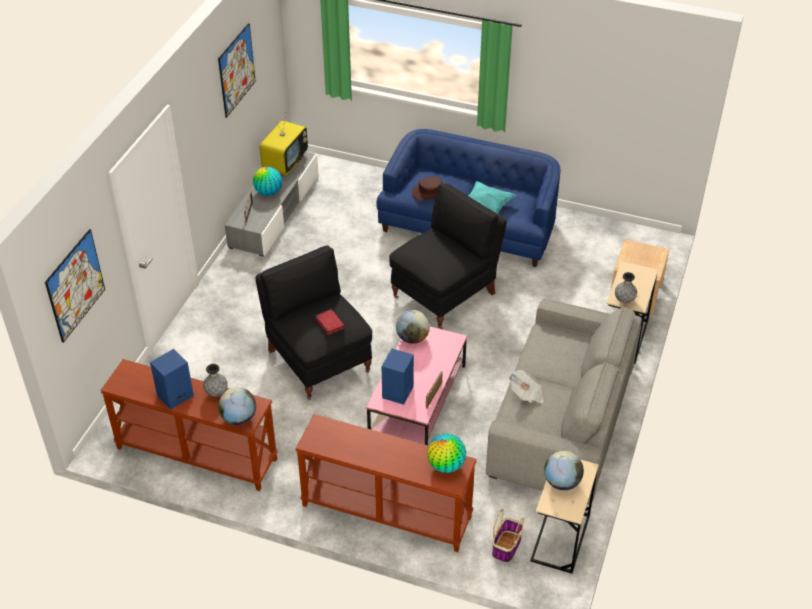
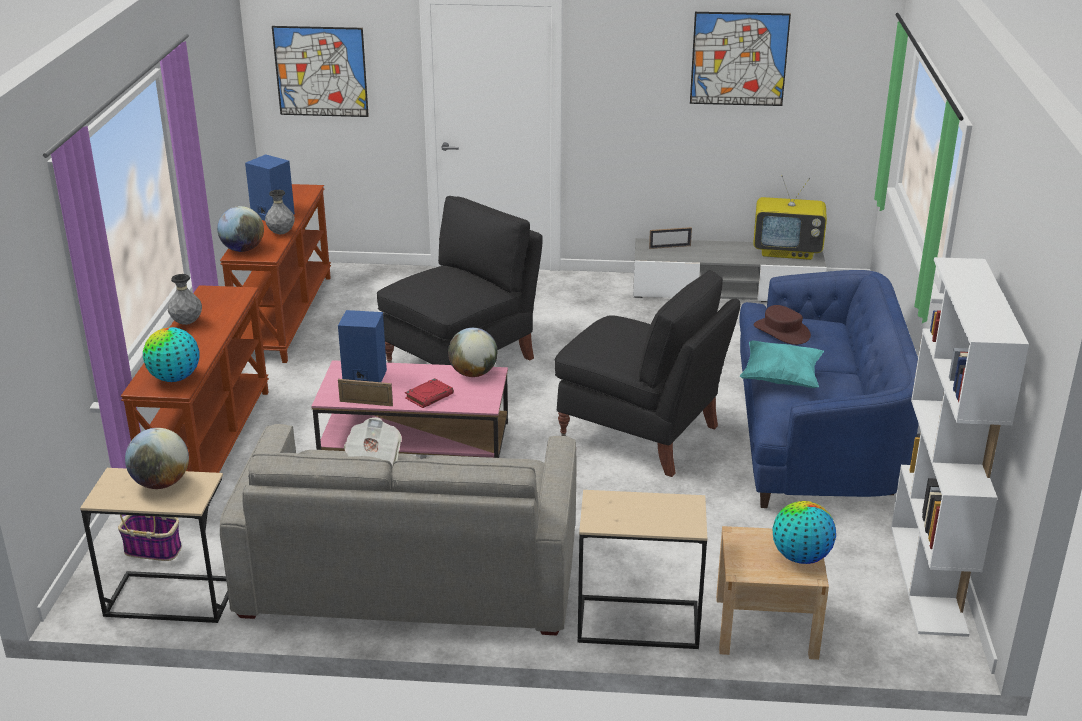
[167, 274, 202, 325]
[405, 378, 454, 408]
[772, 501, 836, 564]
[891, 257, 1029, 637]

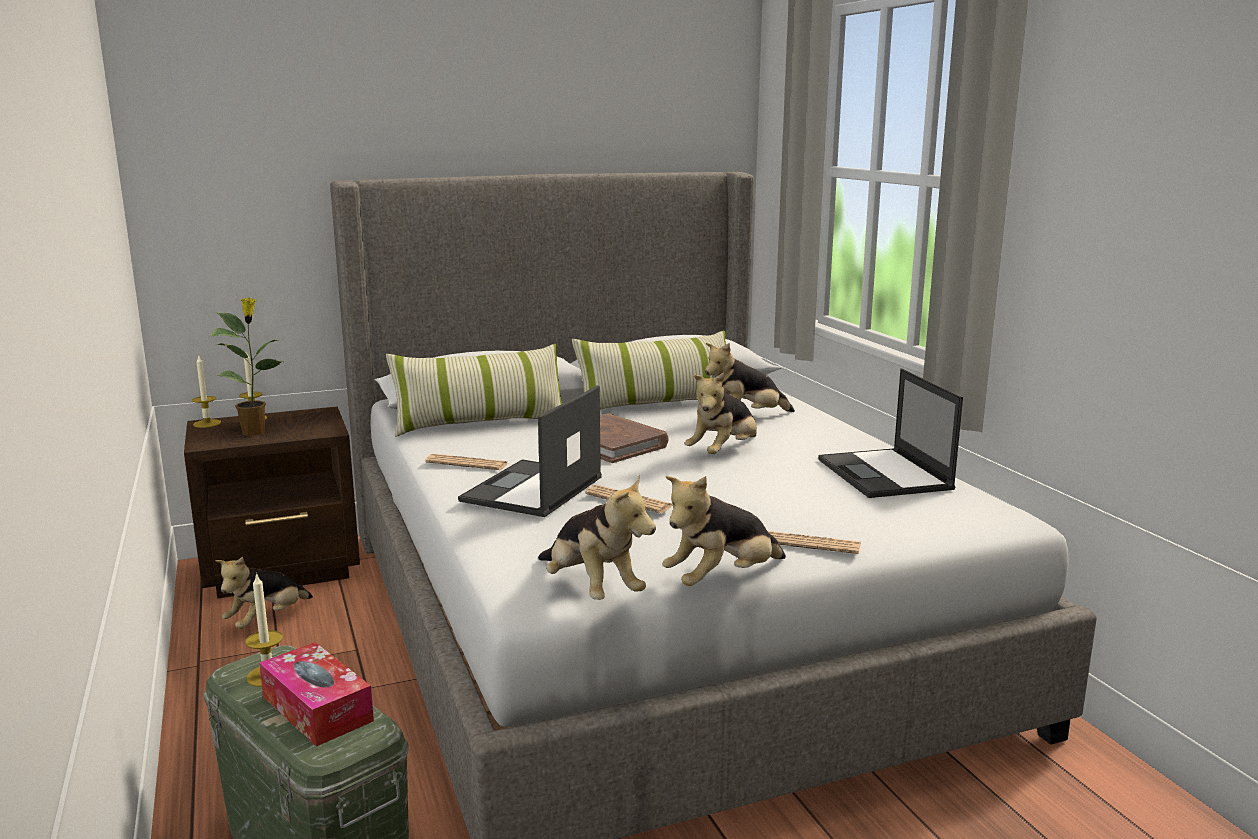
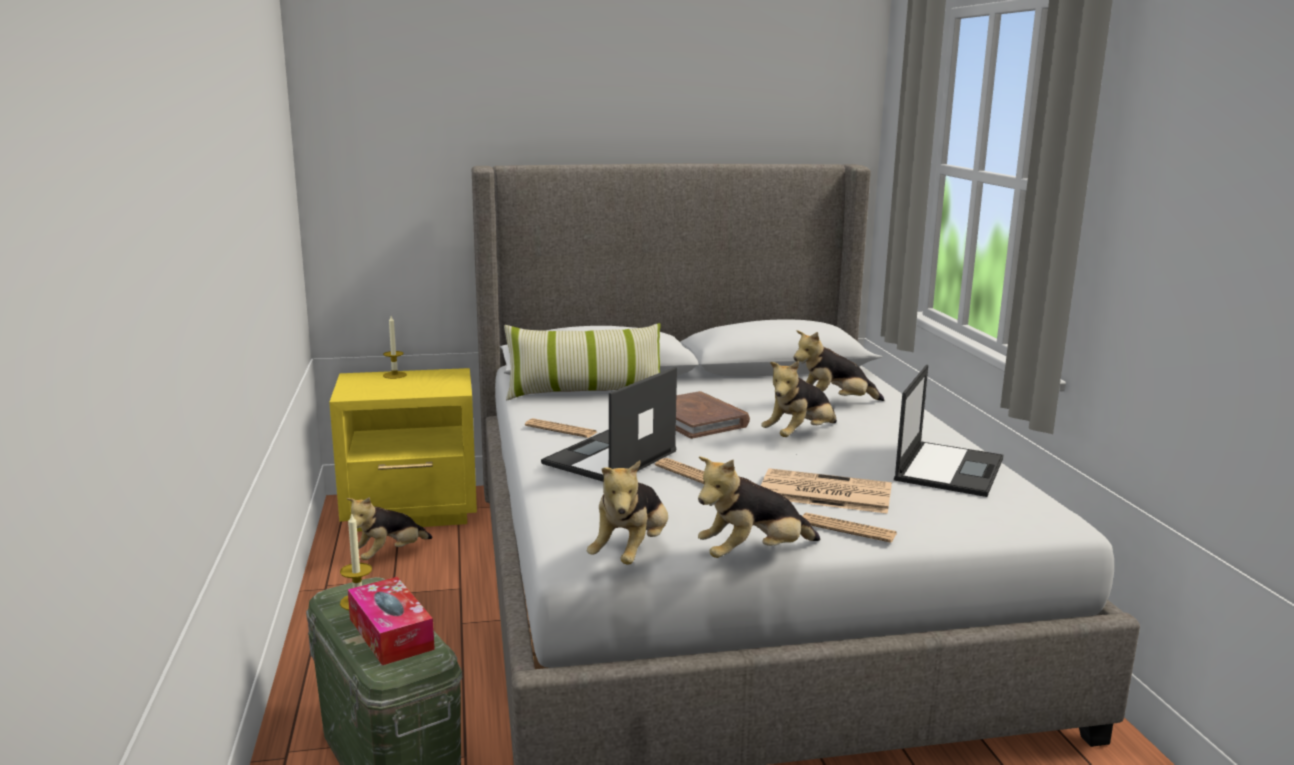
[329, 368, 477, 532]
[587, 460, 668, 565]
[761, 468, 892, 514]
[894, 365, 1003, 497]
[192, 355, 221, 428] (first image)
[210, 298, 283, 436] (first image)
[572, 330, 731, 410] (first image)

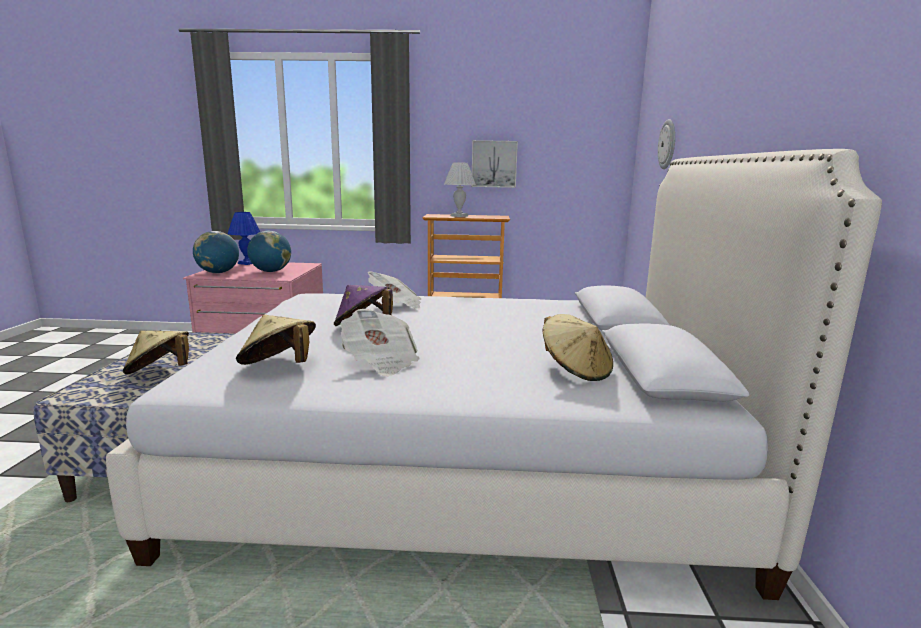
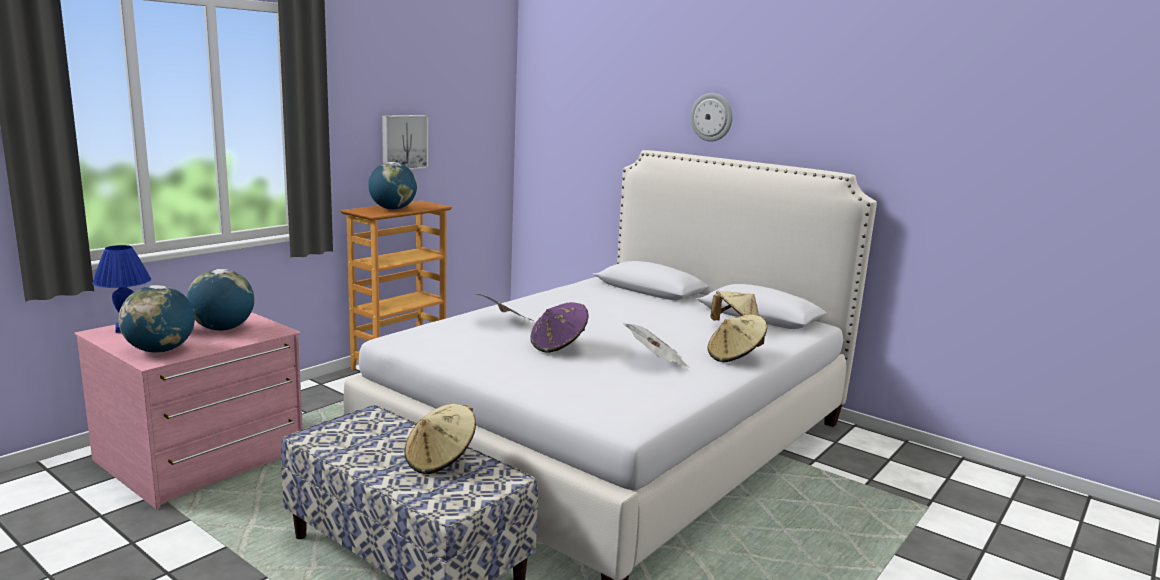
[368, 162, 417, 210]
[690, 93, 733, 142]
[707, 315, 767, 362]

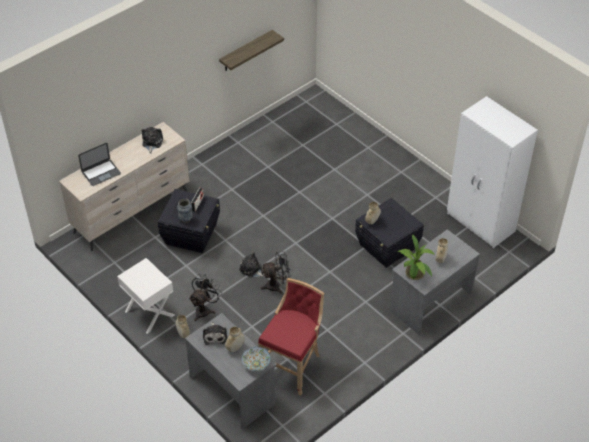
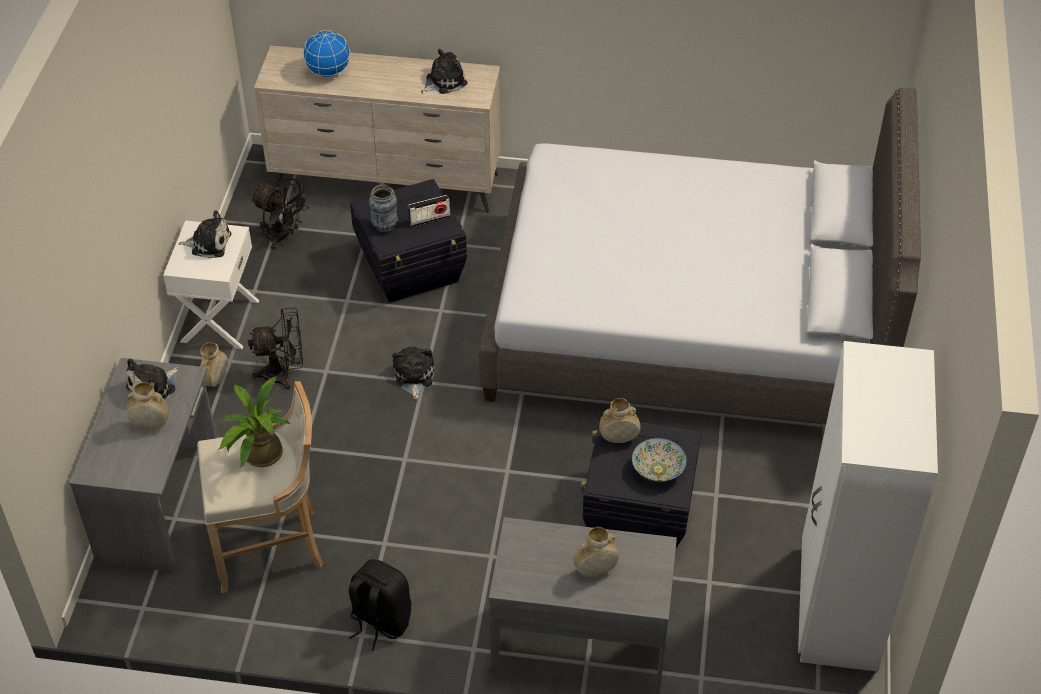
[179, 210, 231, 258]
[197, 381, 323, 593]
[218, 376, 290, 468]
[251, 178, 310, 250]
[303, 30, 350, 77]
[349, 559, 411, 651]
[479, 88, 921, 424]
[632, 438, 687, 482]
[219, 30, 284, 71] (first image)

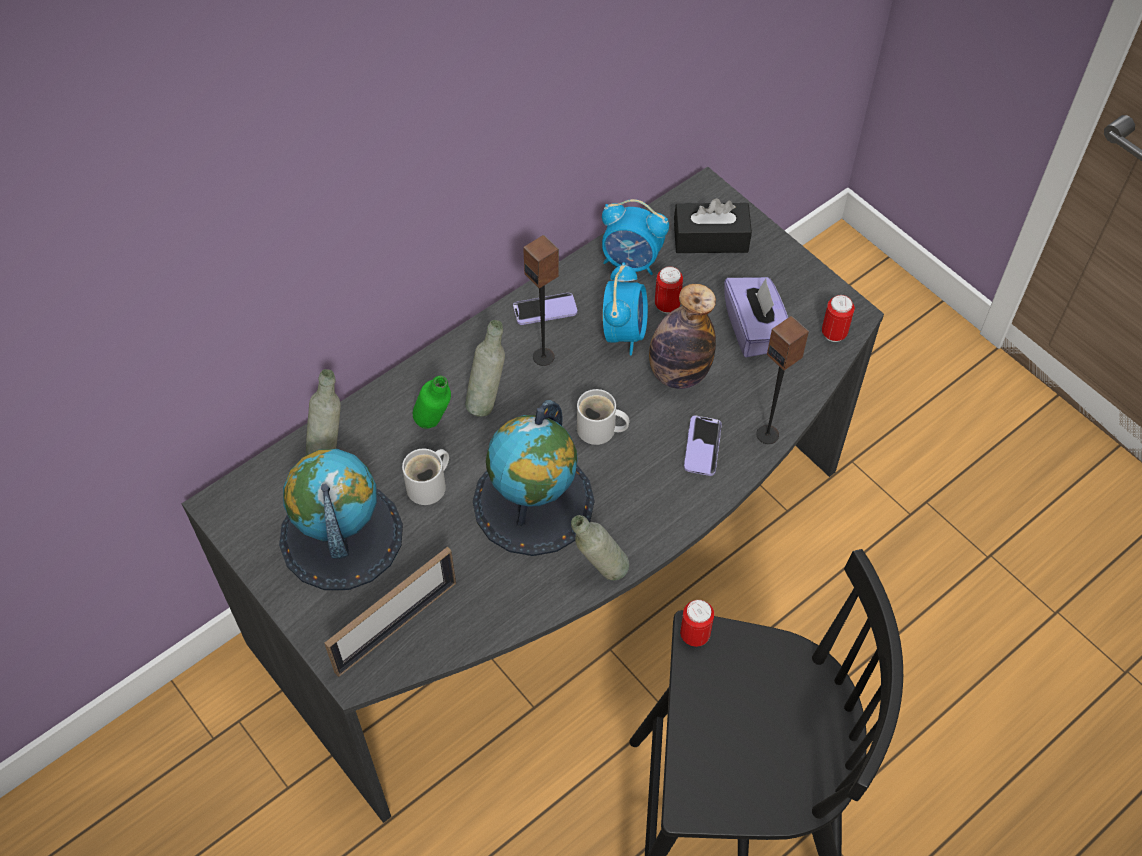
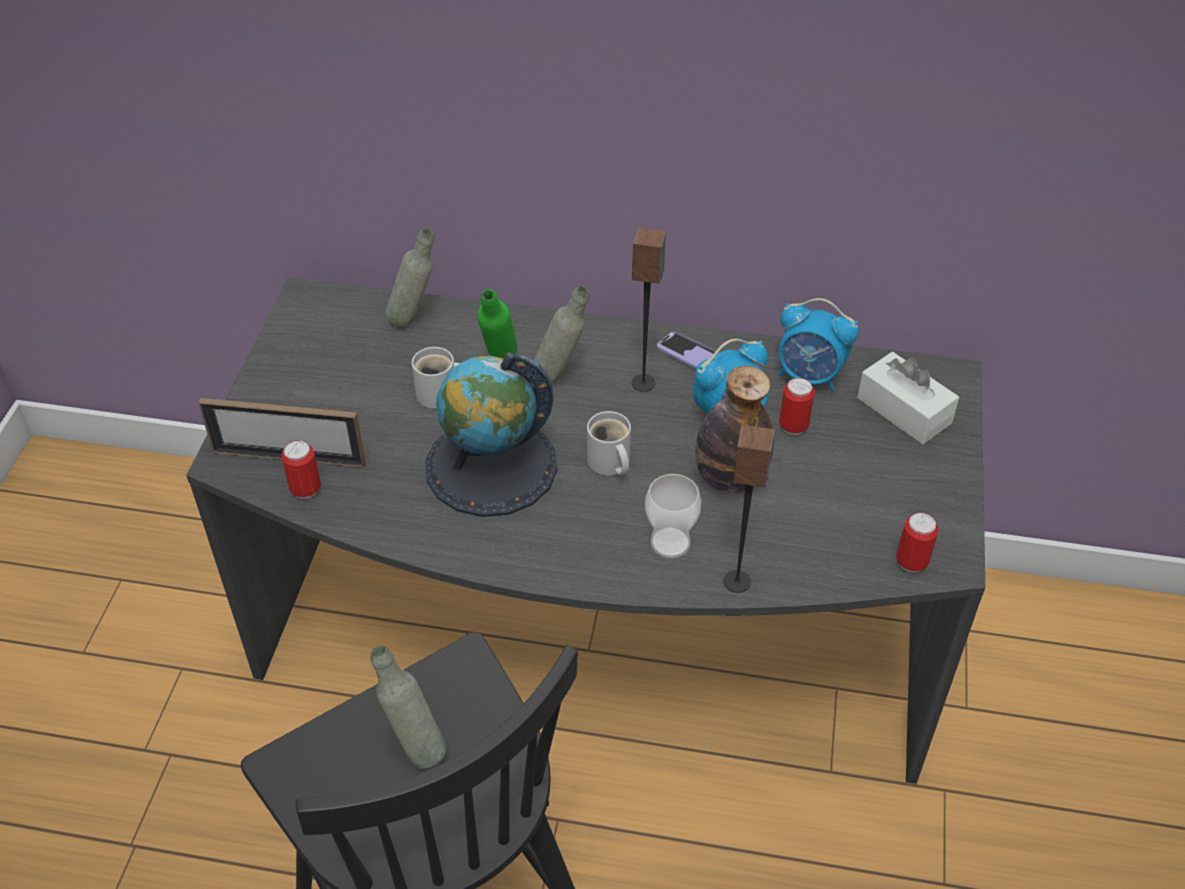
[281, 440, 321, 499]
[370, 646, 446, 769]
[645, 474, 701, 558]
[777, 298, 859, 391]
[857, 352, 959, 444]
[279, 449, 403, 590] (first image)
[724, 277, 788, 357] (first image)

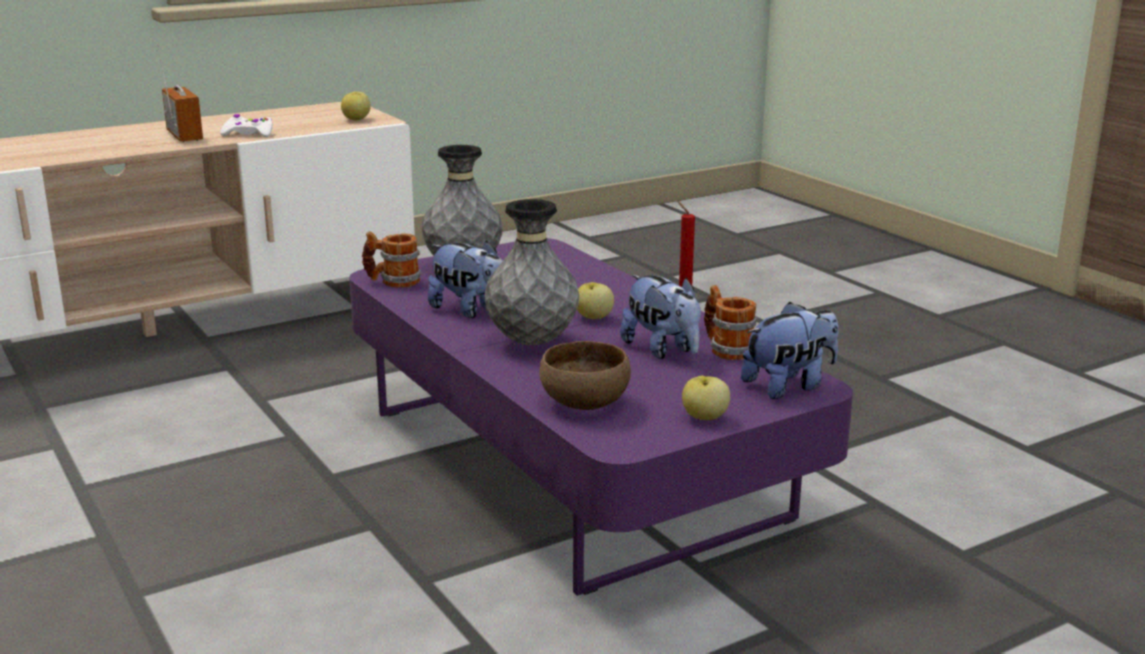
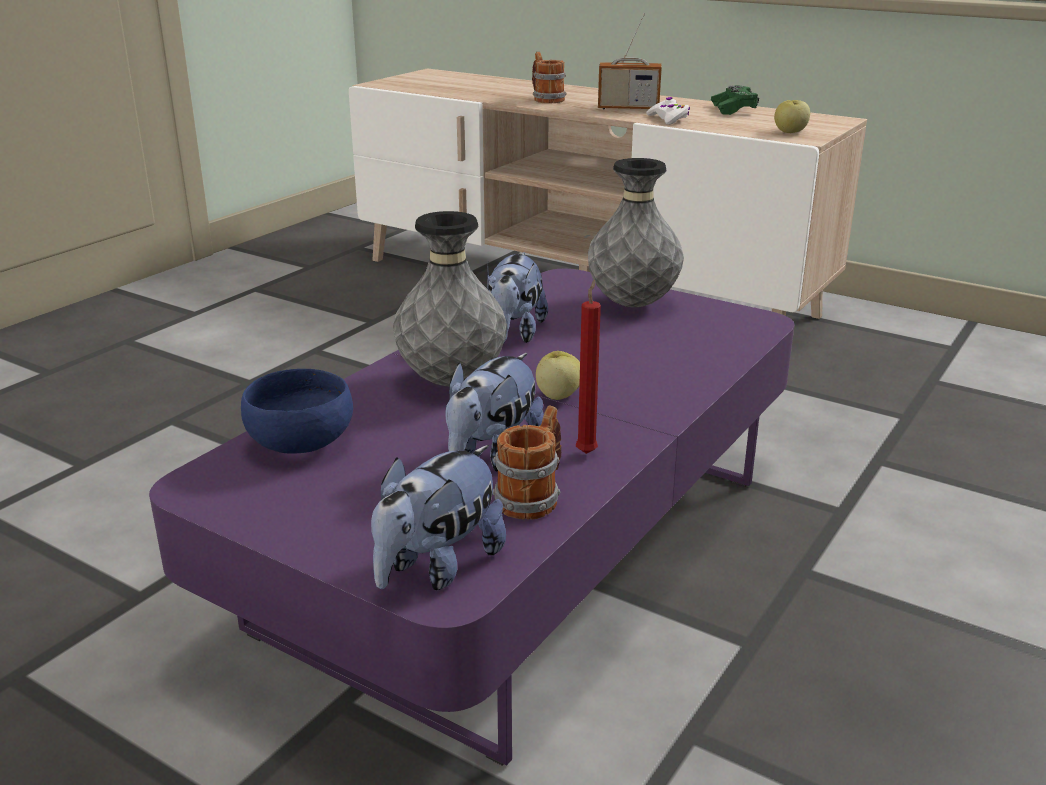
[241, 369, 353, 454]
[371, 445, 506, 590]
[532, 52, 567, 103]
[598, 13, 662, 109]
[711, 86, 759, 115]
[682, 376, 730, 420] (first image)

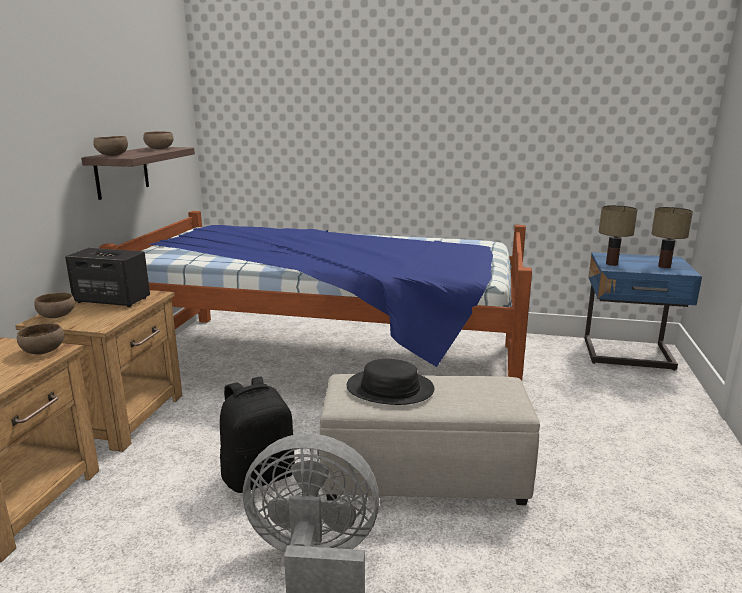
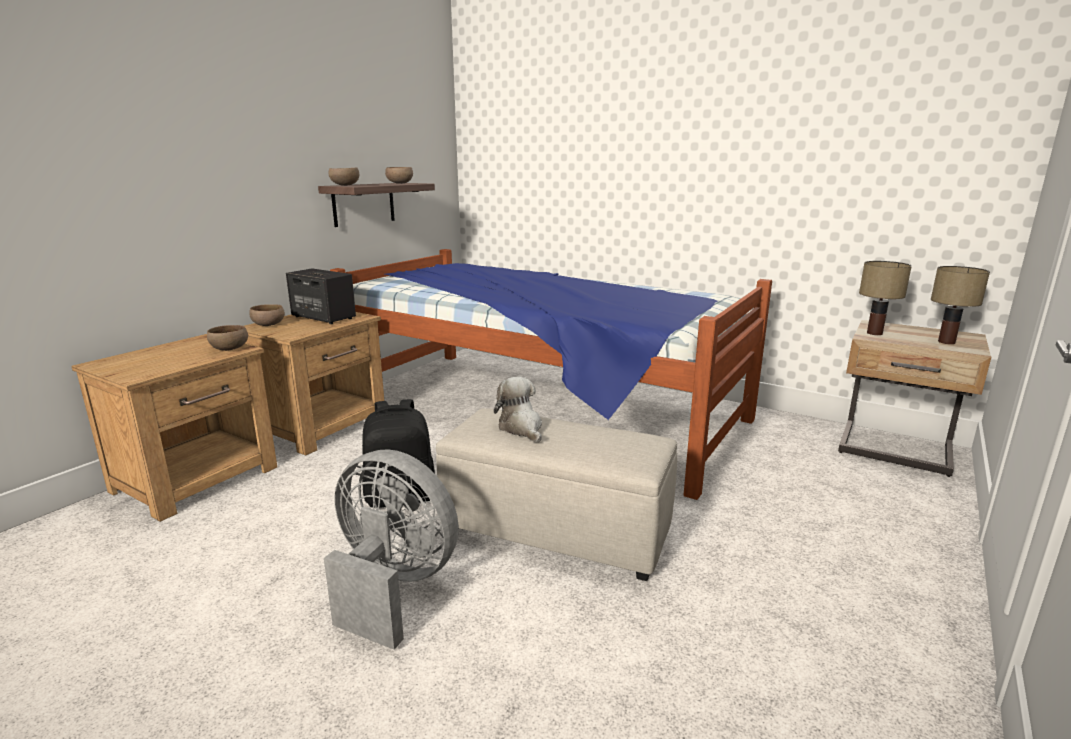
[494, 376, 542, 442]
[838, 320, 991, 477]

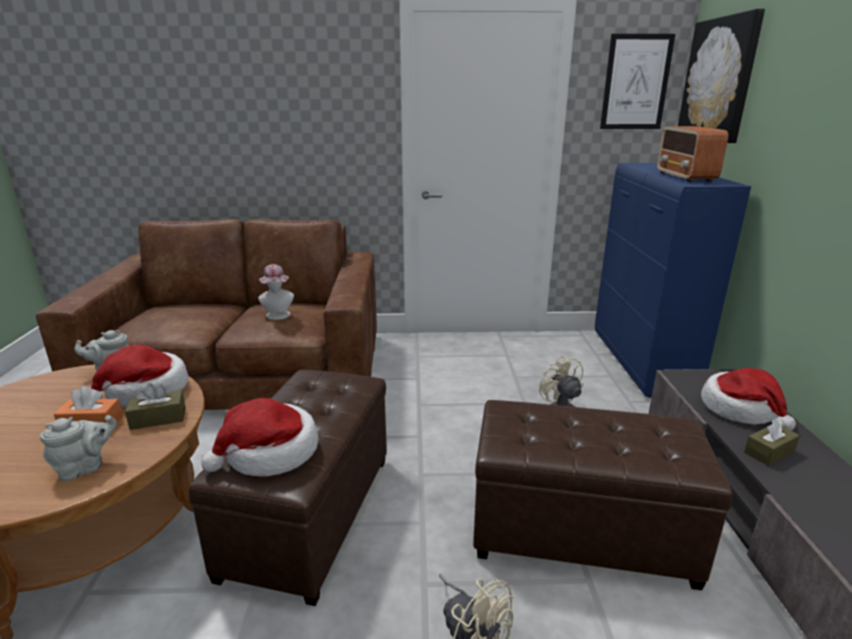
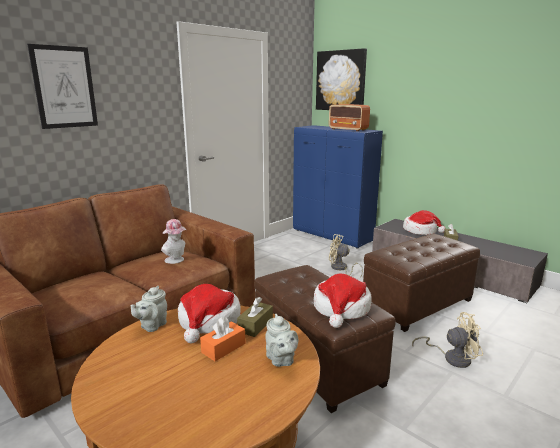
[27, 44, 98, 129]
[265, 314, 298, 367]

